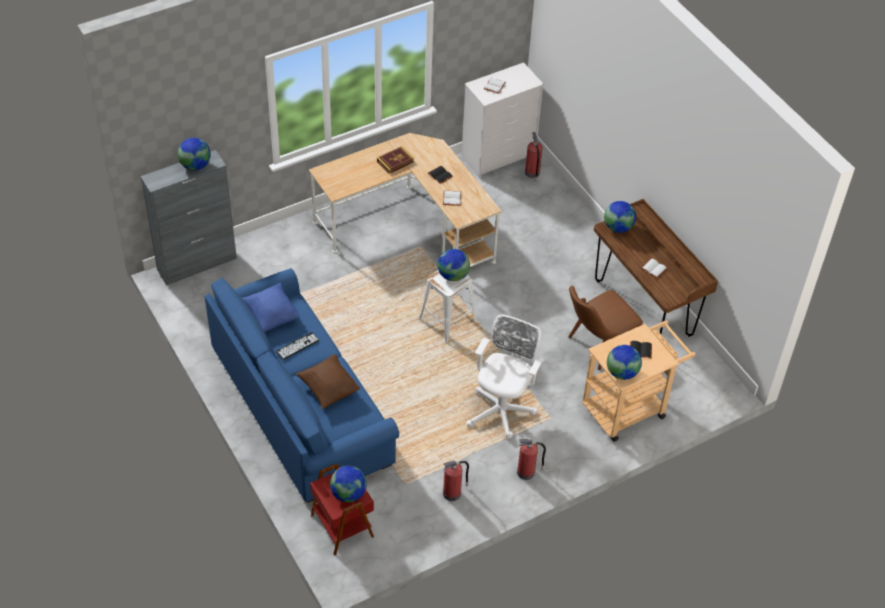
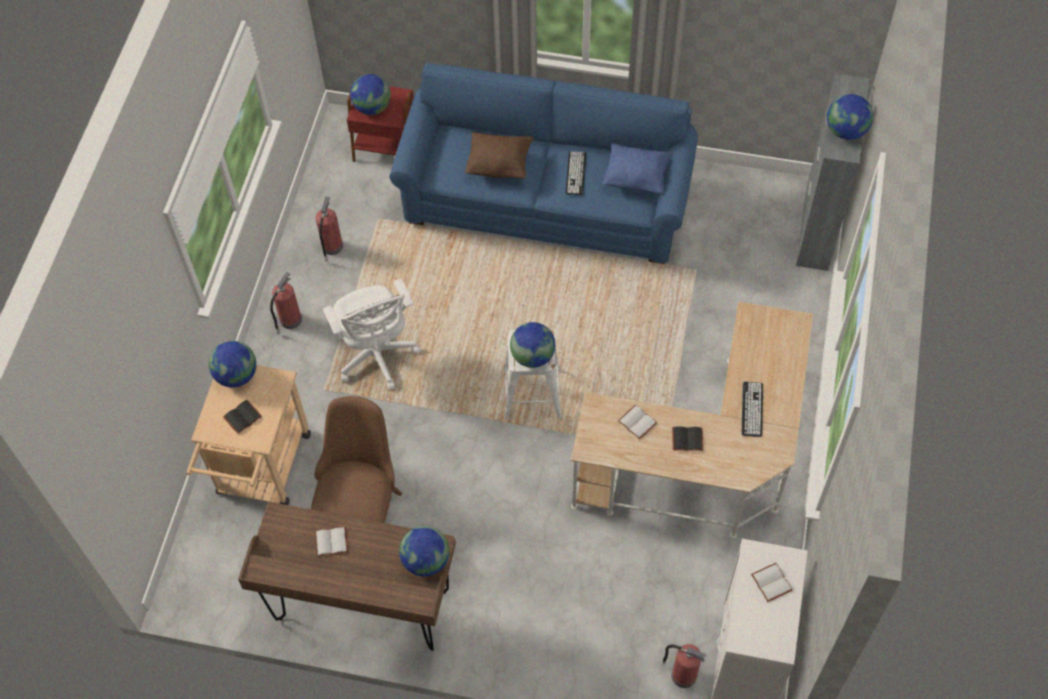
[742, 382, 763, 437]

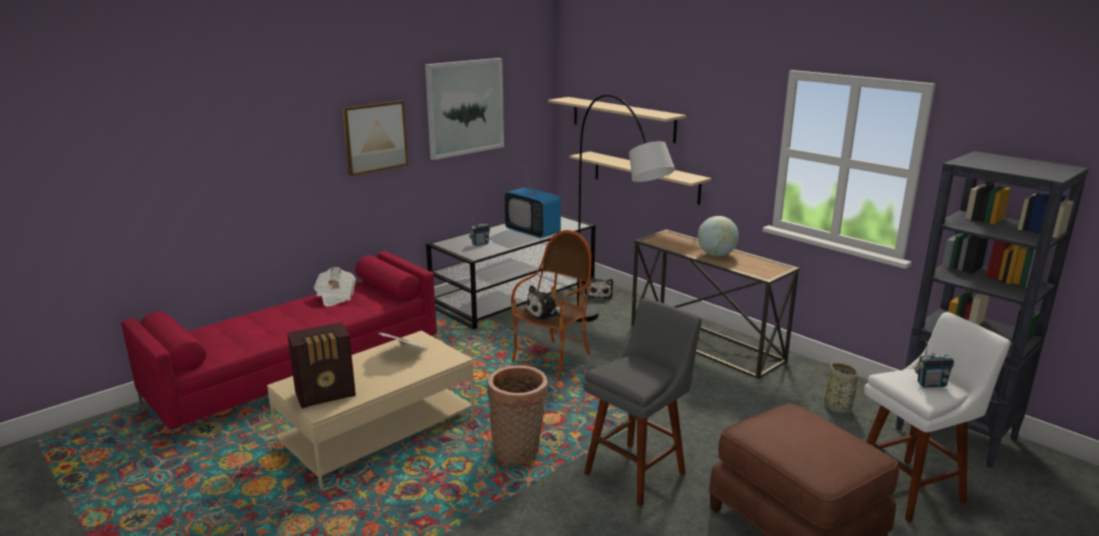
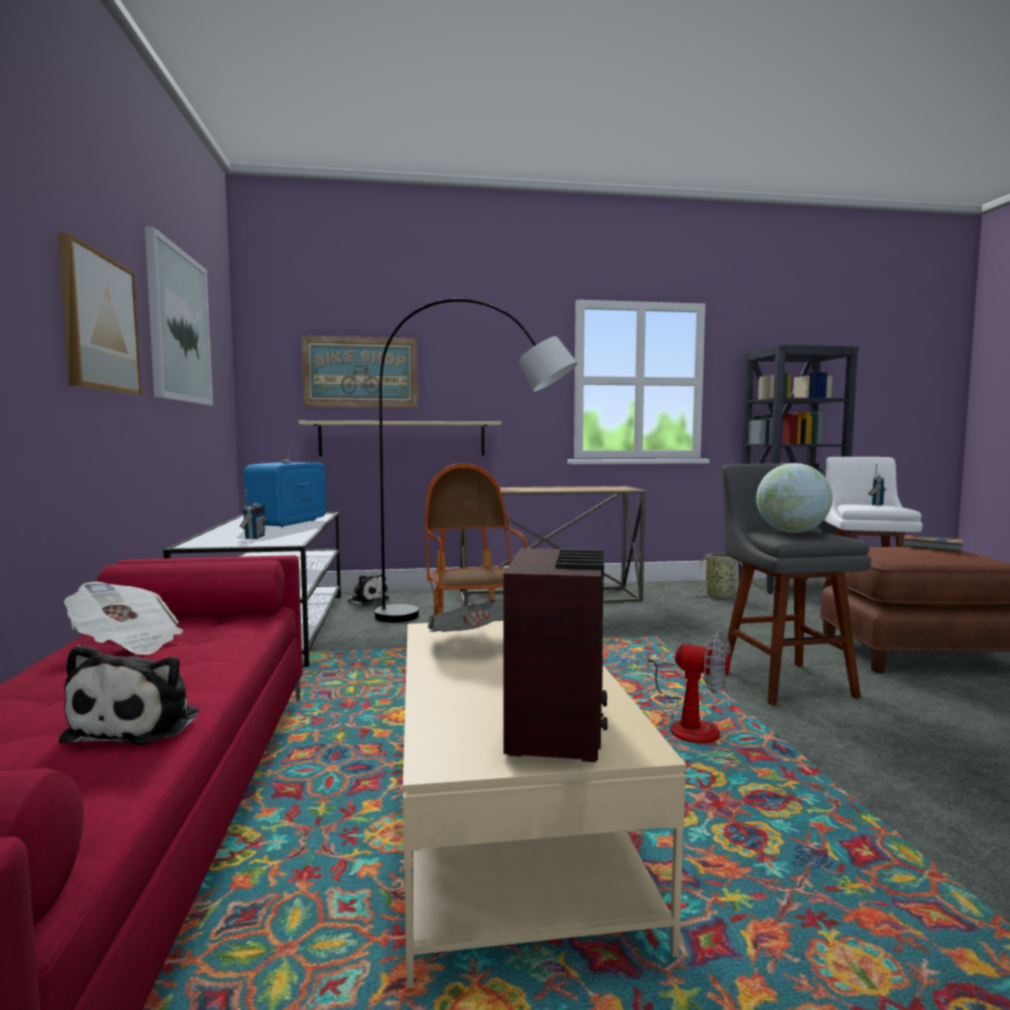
[59, 645, 199, 745]
[244, 422, 326, 527]
[301, 336, 418, 408]
[647, 632, 731, 743]
[756, 463, 833, 533]
[903, 535, 962, 552]

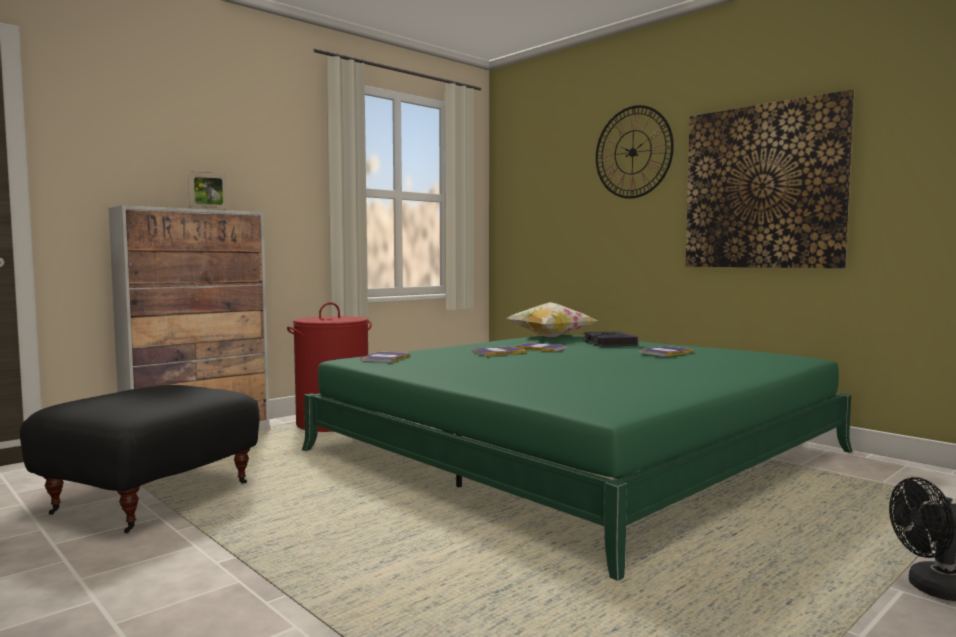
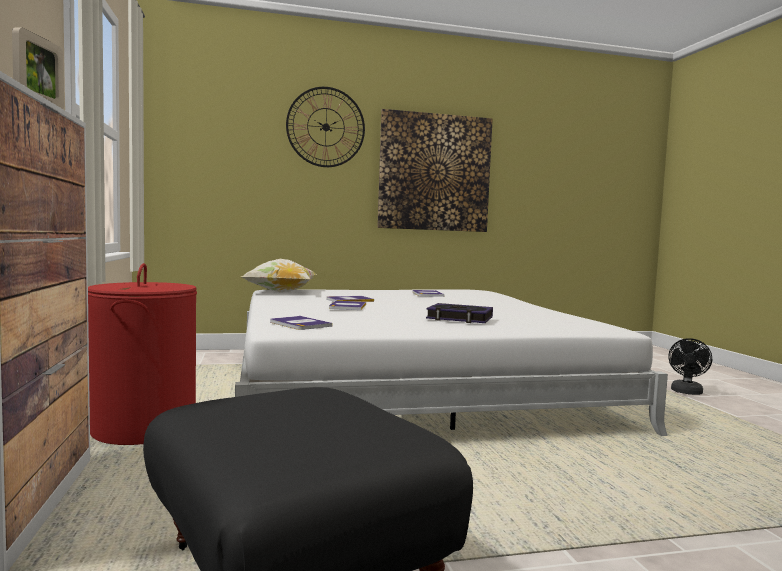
[235, 289, 668, 436]
[426, 303, 493, 323]

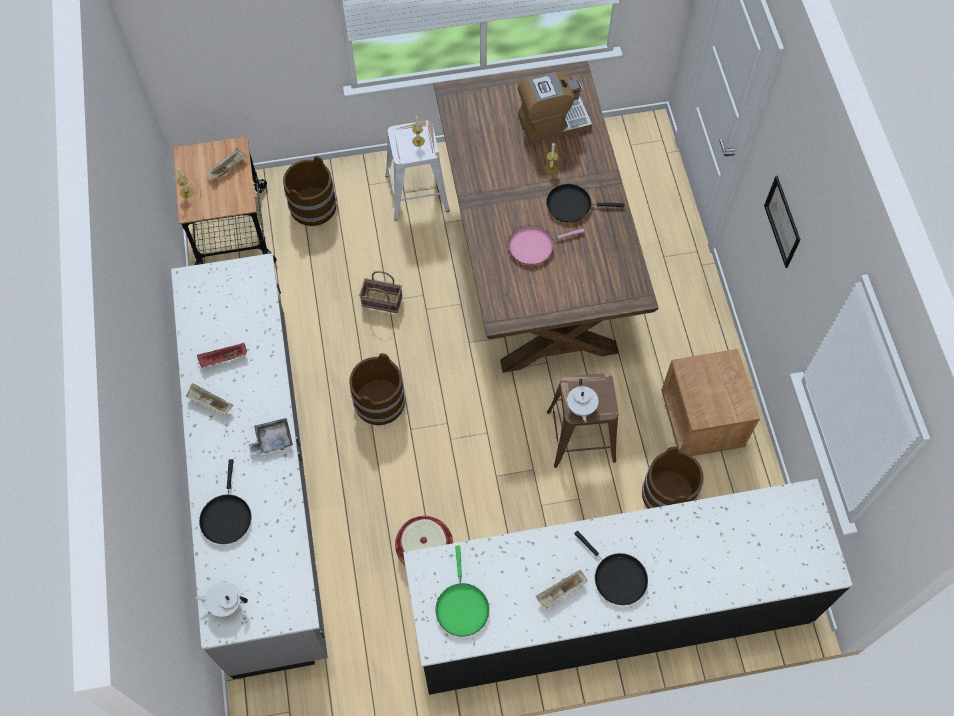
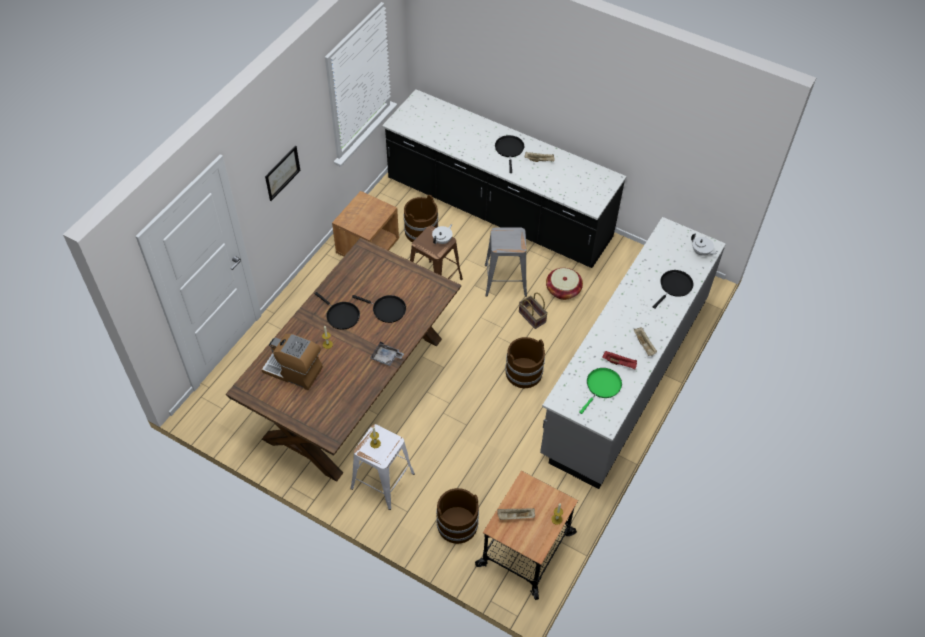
[352, 295, 406, 323]
[370, 342, 404, 366]
[485, 228, 527, 297]
[519, 293, 548, 329]
[579, 368, 622, 414]

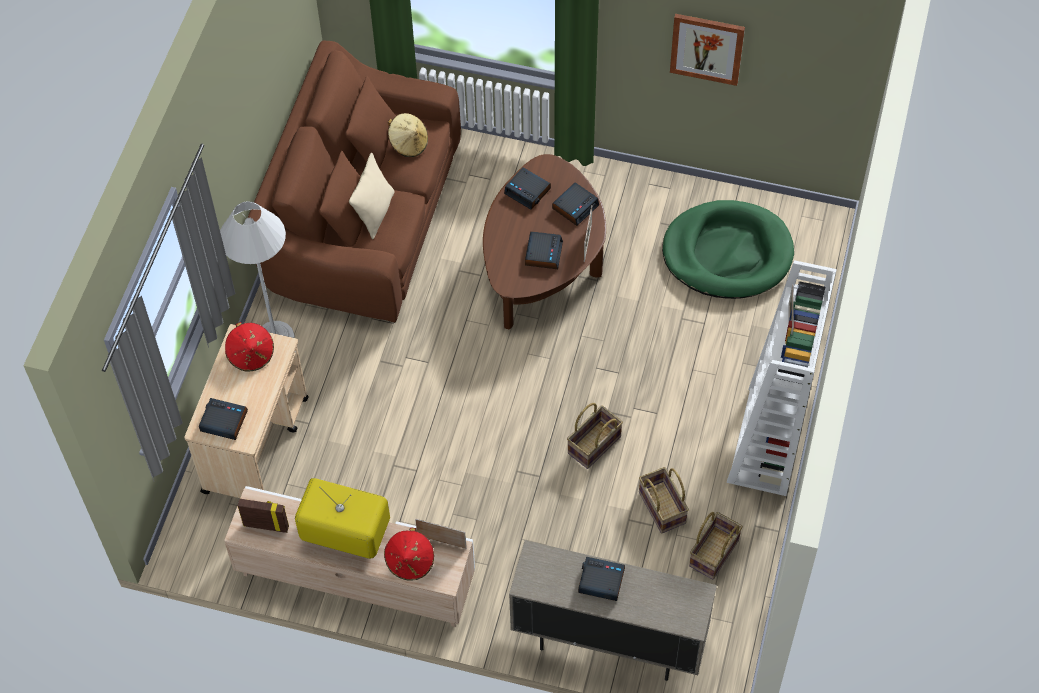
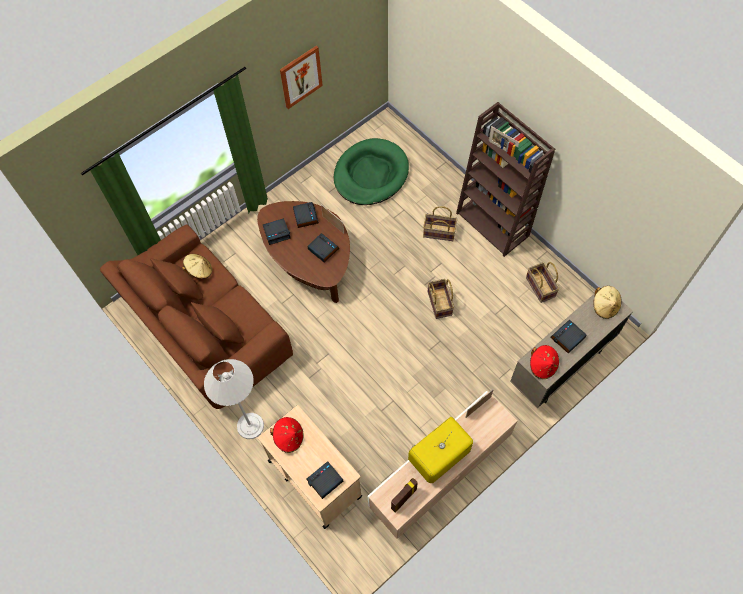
[423, 206, 457, 241]
[456, 102, 555, 257]
[530, 345, 559, 379]
[593, 286, 622, 319]
[349, 152, 395, 239] (first image)

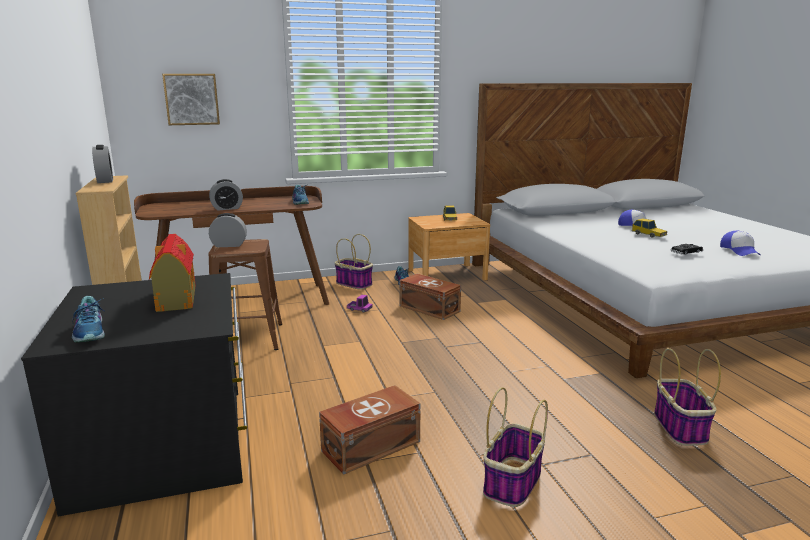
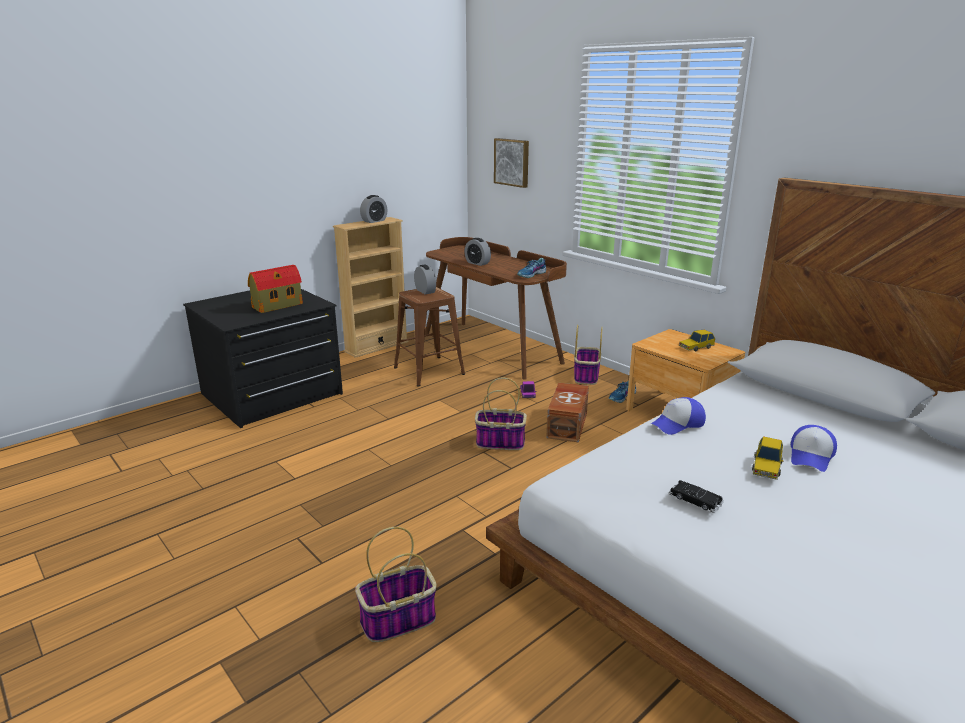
[475, 377, 527, 450]
[650, 397, 706, 435]
[72, 296, 105, 343] (first image)
[319, 385, 421, 475] (first image)

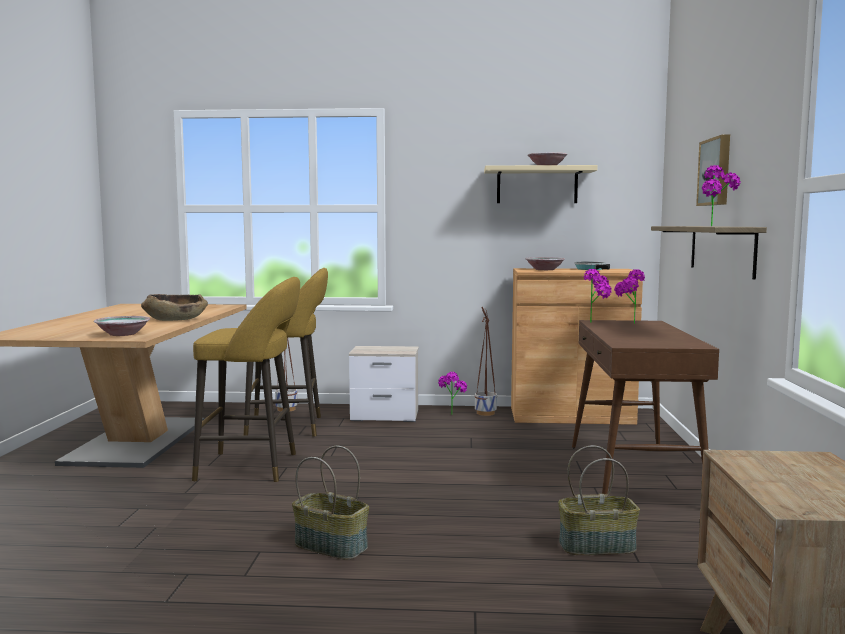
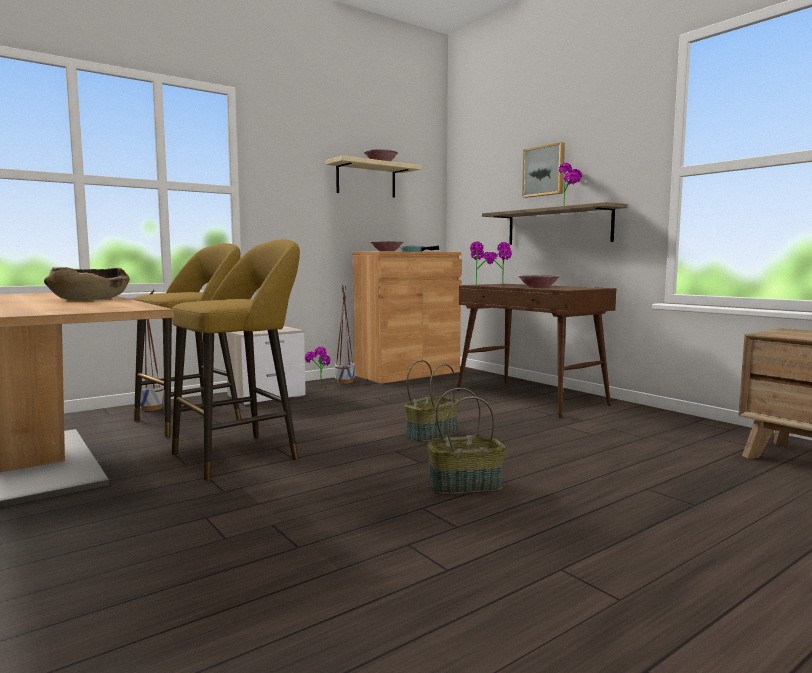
[404, 360, 459, 443]
[518, 275, 560, 288]

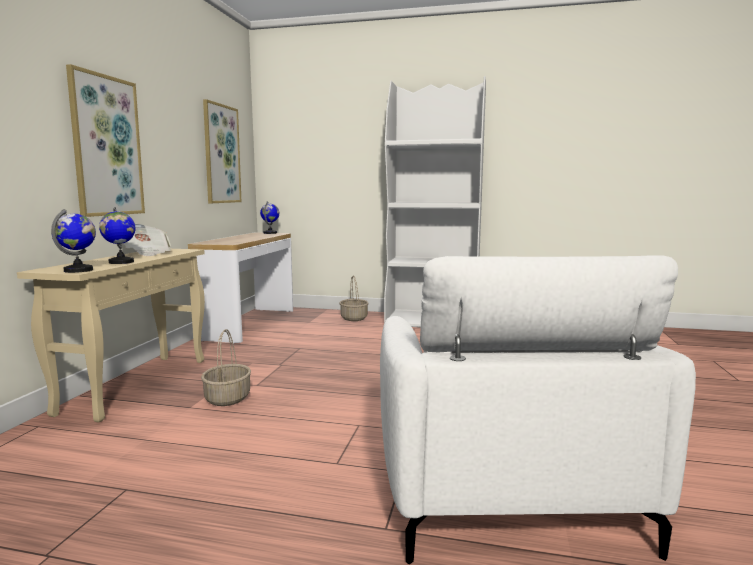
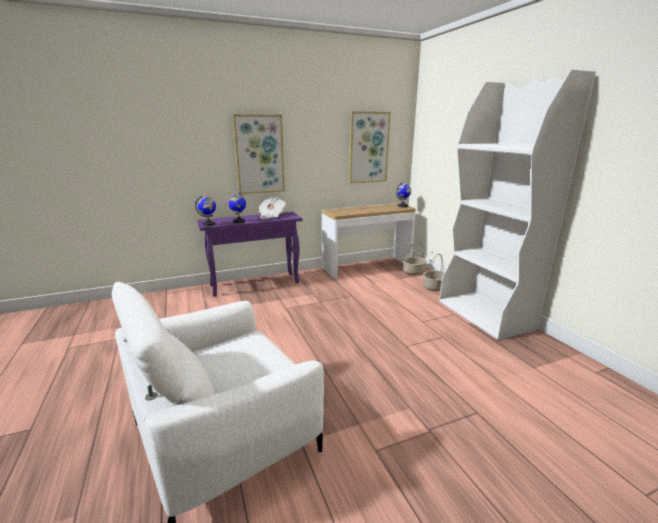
[197, 212, 302, 296]
[403, 241, 426, 275]

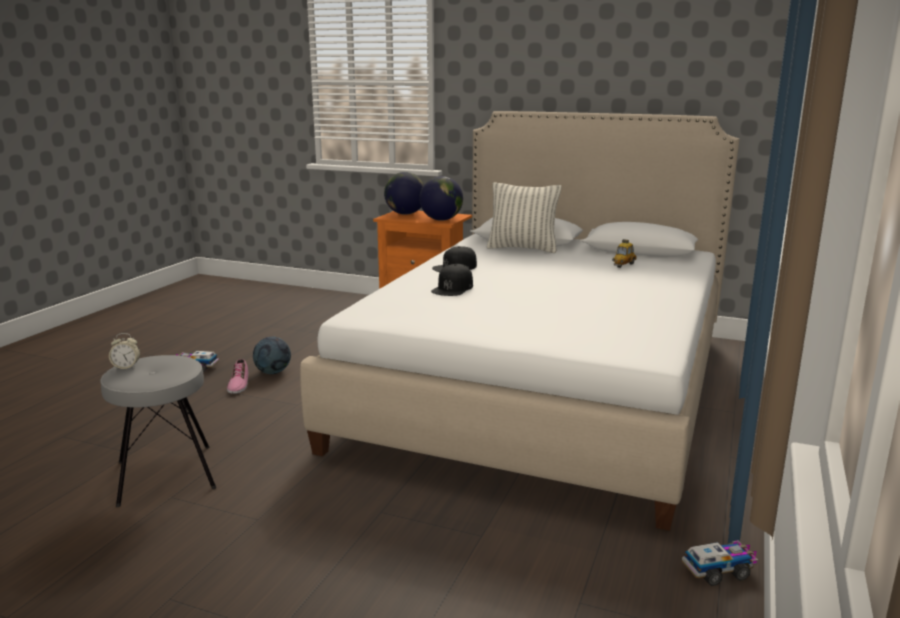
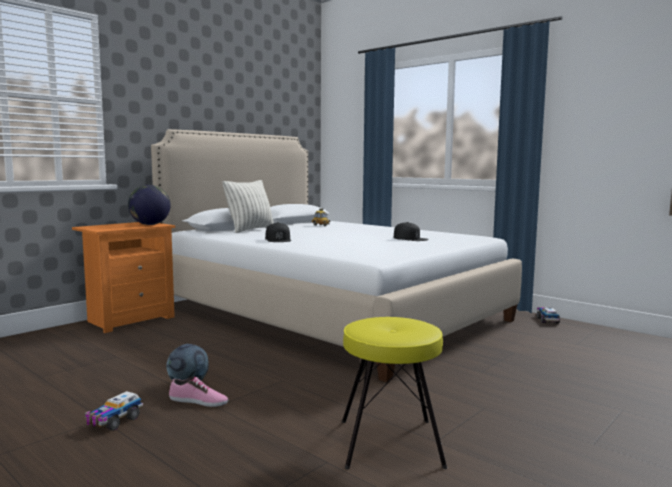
[342, 317, 447, 470]
[394, 222, 429, 241]
[109, 333, 140, 370] (first image)
[384, 172, 424, 215] (first image)

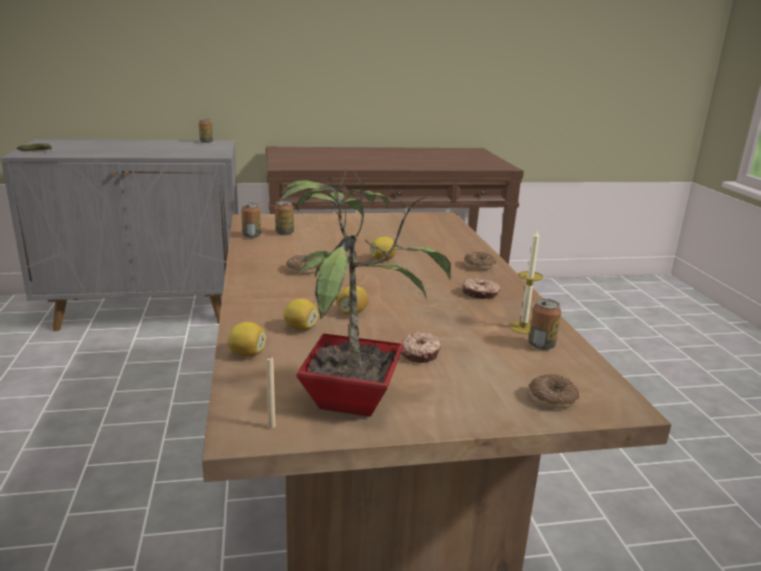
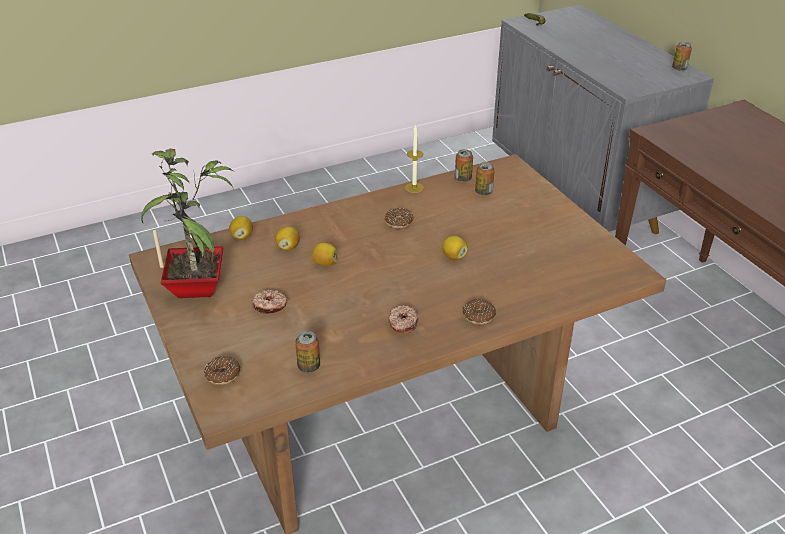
[405, 125, 424, 193]

